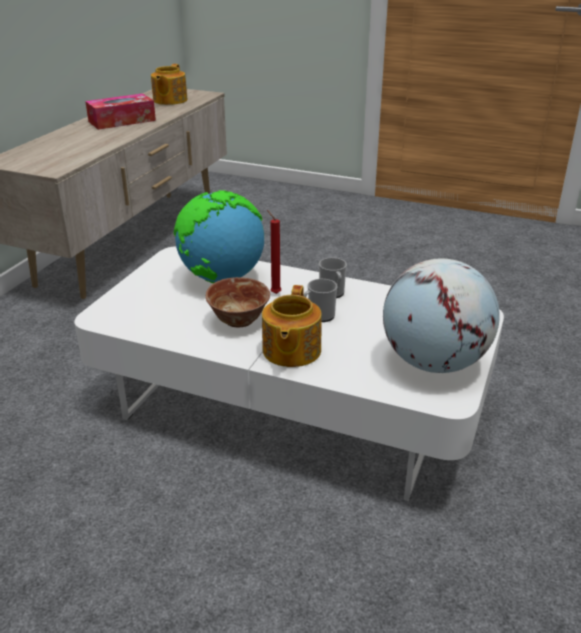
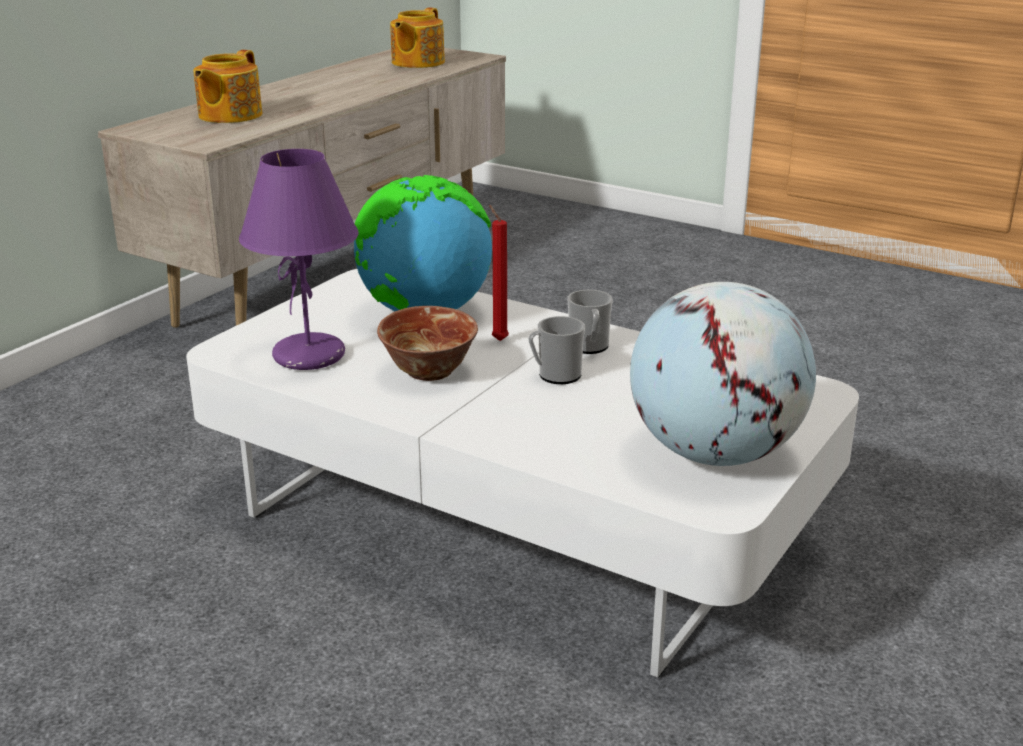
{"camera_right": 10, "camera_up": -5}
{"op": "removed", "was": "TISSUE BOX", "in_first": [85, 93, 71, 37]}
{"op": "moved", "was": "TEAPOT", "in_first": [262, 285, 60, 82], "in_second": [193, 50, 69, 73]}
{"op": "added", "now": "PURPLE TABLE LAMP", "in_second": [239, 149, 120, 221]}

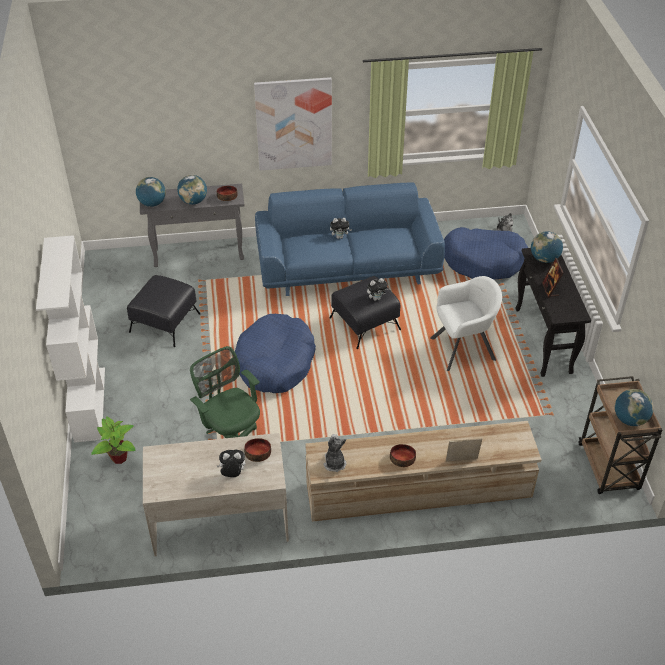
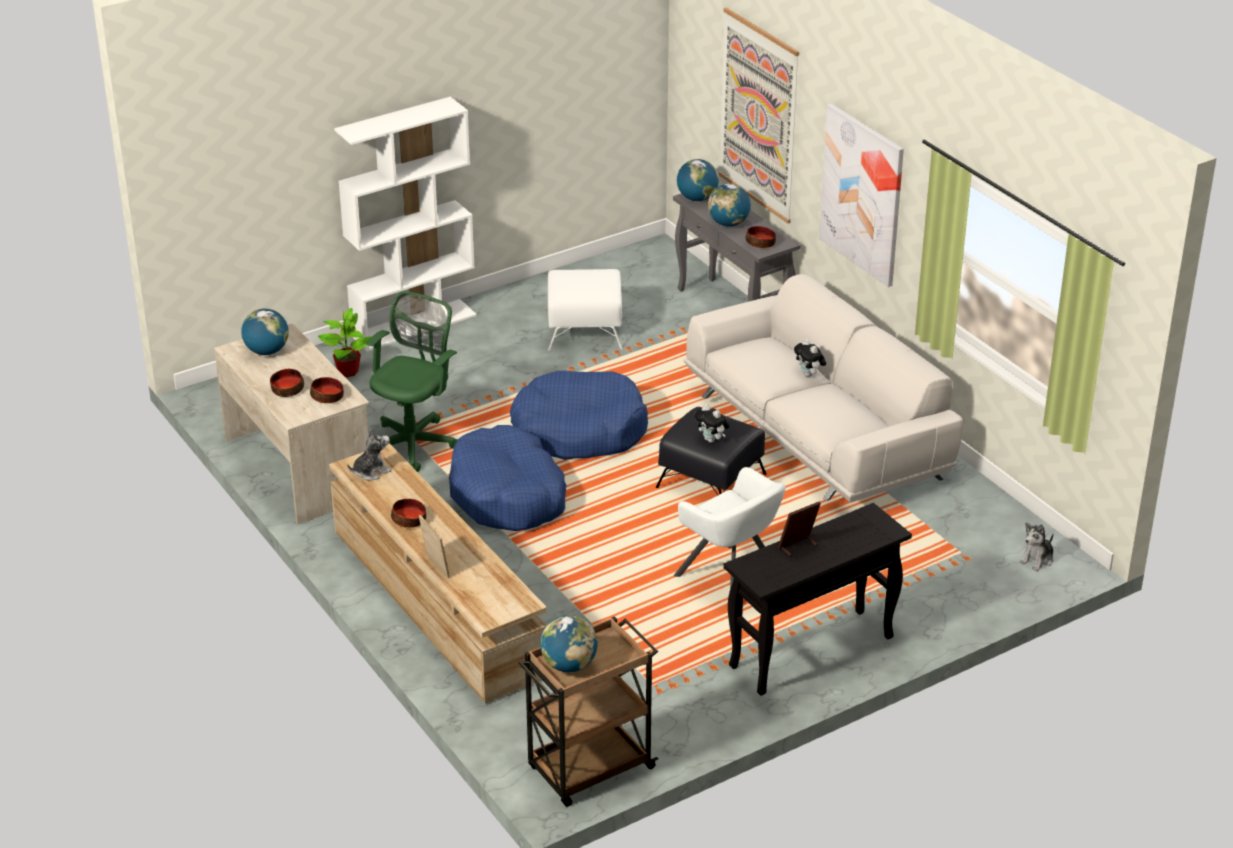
{"camera_right": 65, "camera_up": -10}
{"op": "recoloured", "was": "BLACK OTTOMAN", "now": "WHITE OTTOMAN", "in_first": [127, 275, 73, 72], "in_second": [548, 269, 75, 81]}
{"op": "replaced", "was": "PLUSH TOY", "now": "BOWL", "in_first": [217, 450, 29, 27], "in_second": [270, 369, 34, 28]}
{"op": "recoloured", "was": "BLUE SOFA", "now": "WHITE SOFA", "in_first": [255, 182, 190, 114], "in_second": [683, 274, 280, 228]}
{"op": "moved", "was": "BLUE DOG BED", "in_first": [444, 227, 84, 53], "in_second": [449, 425, 117, 106]}
{"op": "moved", "was": "GLOBE", "in_first": [531, 231, 32, 32], "in_second": [241, 309, 48, 46]}
{"op": "added", "now": "PICTURE", "in_second": [719, 7, 80, 217]}

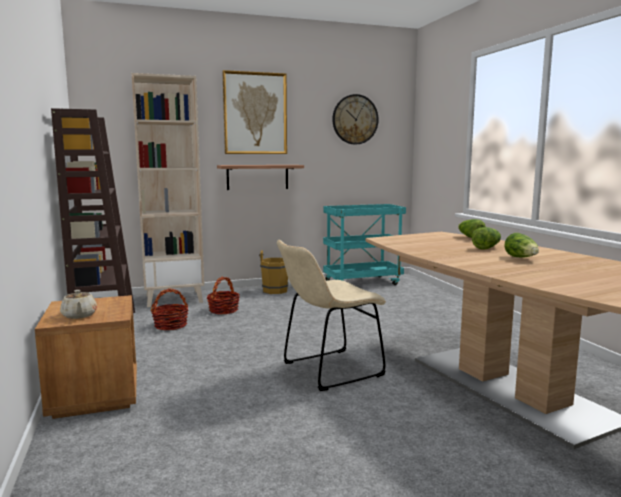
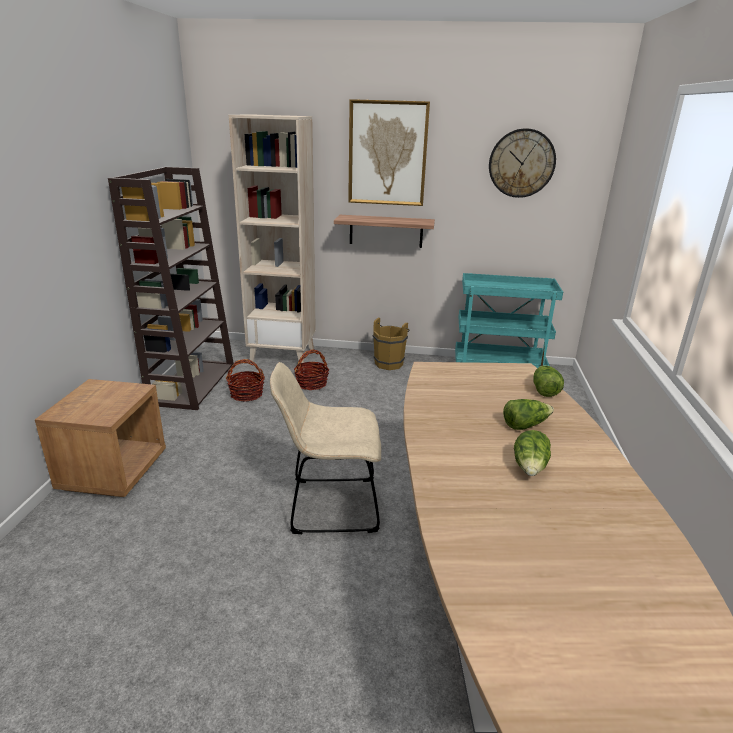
{"camera_right": 25, "camera_up": 15}
{"op": "removed", "was": "BEIGE TEAPOT", "in_first": [60, 290, 37, 29]}

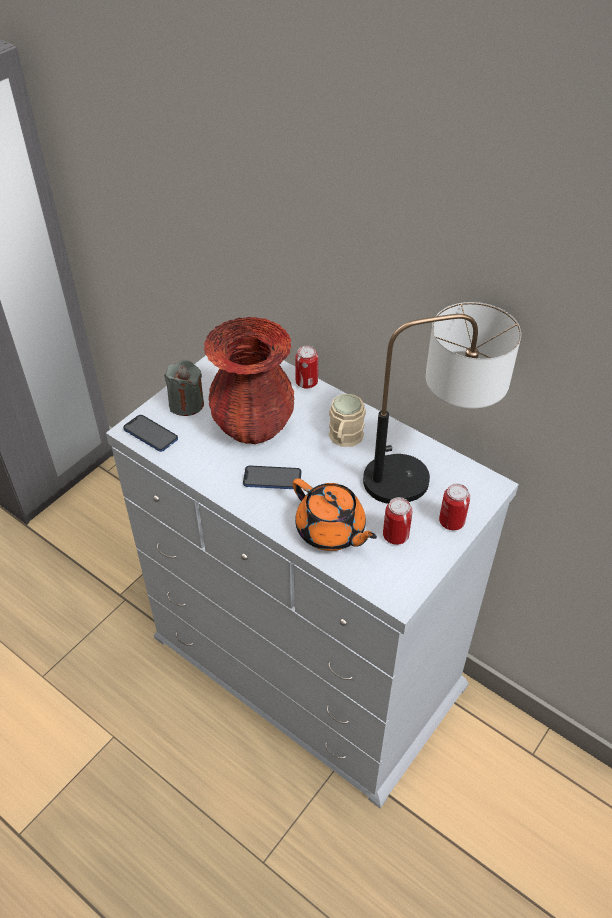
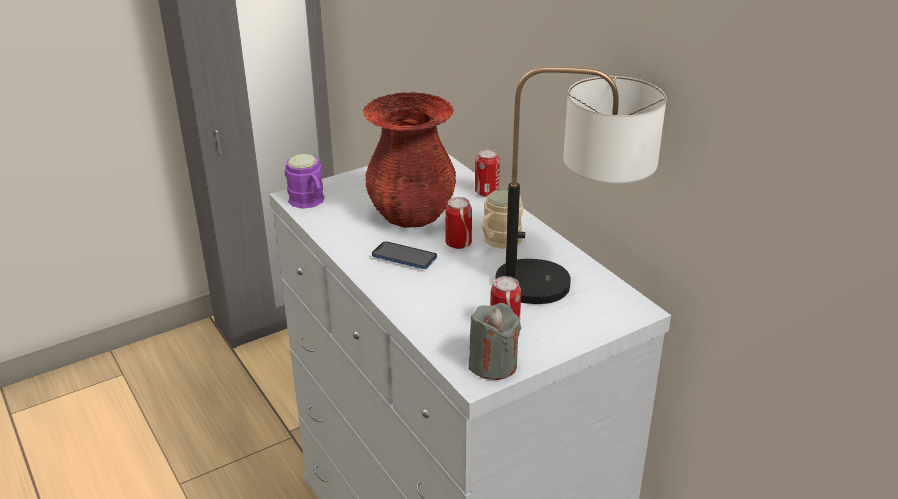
{"camera_right": 20, "camera_up": -15}
{"op": "replaced", "was": "PHONE", "now": "PURPLE MUG", "in_first": [123, 415, 55, 37], "in_second": [285, 154, 39, 55]}
{"op": "moved", "was": "GREY CANDLE", "in_first": [164, 360, 40, 56], "in_second": [469, 303, 52, 77]}
{"op": "removed", "was": "ORANGE TEAPOT", "in_first": [293, 478, 84, 73]}
{"op": "moved", "was": "CAN", "in_first": [439, 483, 31, 47], "in_second": [445, 197, 27, 52]}

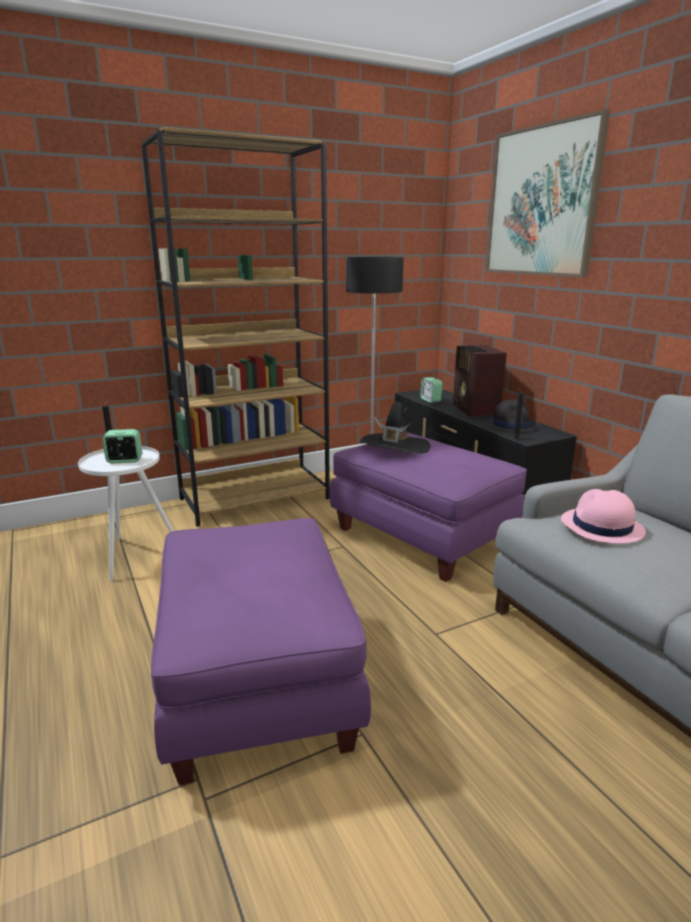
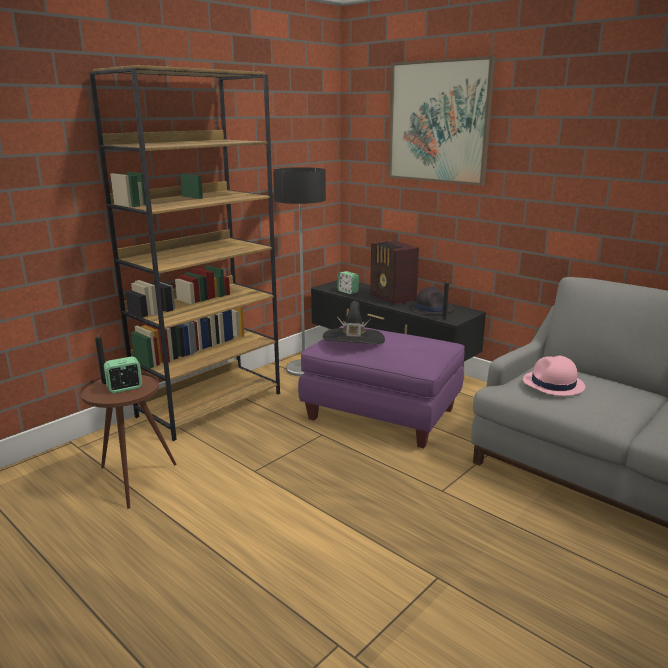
{"camera_right": -20, "camera_up": 0}
{"op": "recoloured", "was": "WHITE SIDE TABLE", "now": "BROWN SIDE TABLE", "in_first": [78, 446, 96, 136], "in_second": [80, 372, 97, 137]}
{"op": "removed", "was": "PURPLE OTTOMAN", "in_first": [151, 518, 220, 267]}

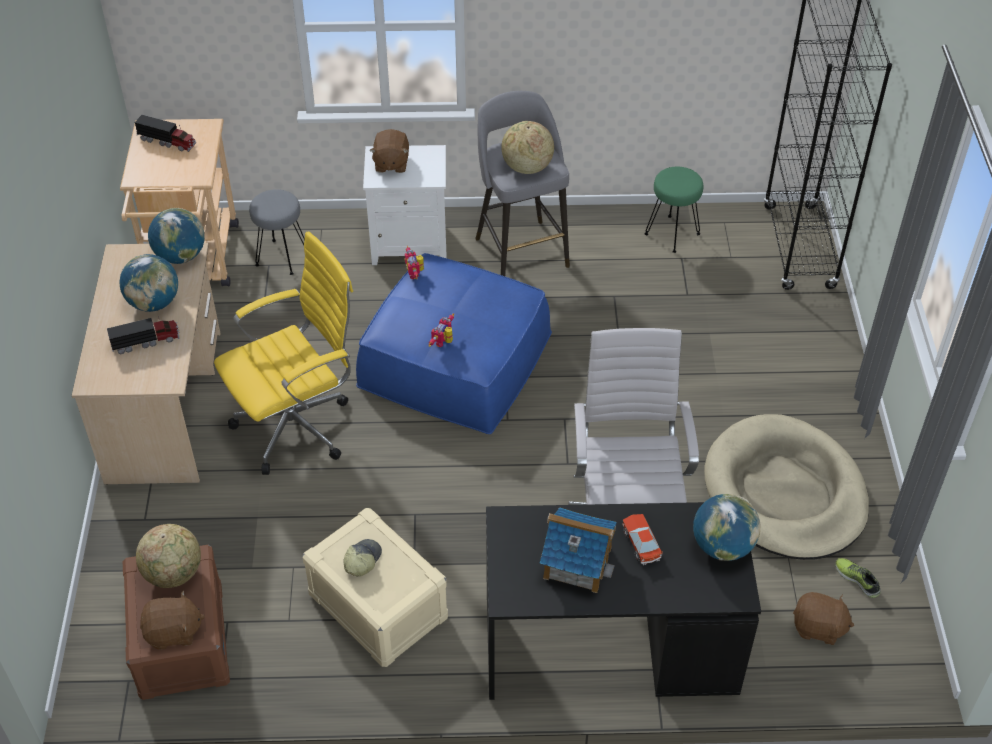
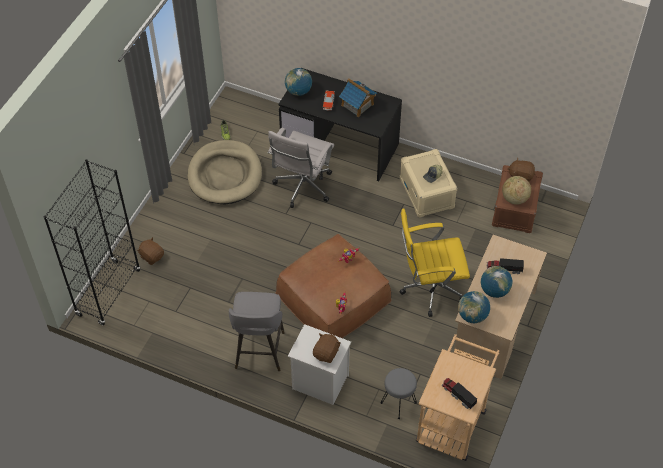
{"camera_right": -155, "camera_up": 5}
{"op": "recoloured", "was": "BLUE OTTOMAN", "now": "BROWN OTTOMAN", "in_first": [356, 253, 196, 181], "in_second": [275, 234, 117, 104]}
{"op": "removed", "was": "GLOBE", "in_first": [501, 121, 53, 53]}
{"op": "removed", "was": "GREEN STOOL", "in_first": [645, 167, 58, 86]}
{"op": "moved", "was": "BROWN PLUSH TOY", "in_first": [793, 592, 61, 53], "in_second": [137, 237, 27, 28]}

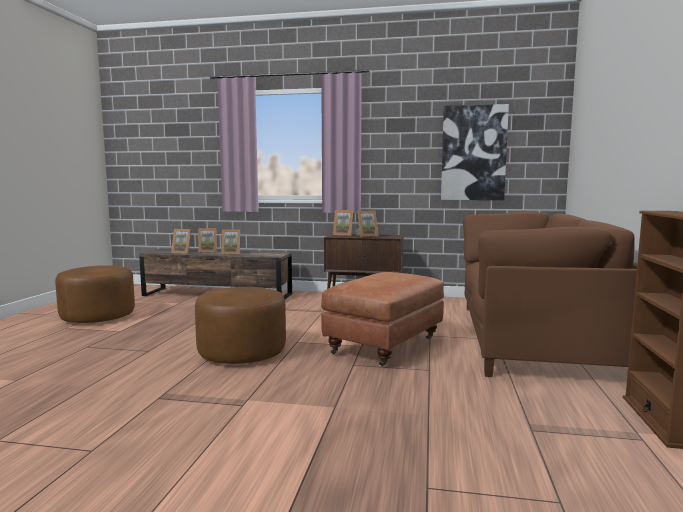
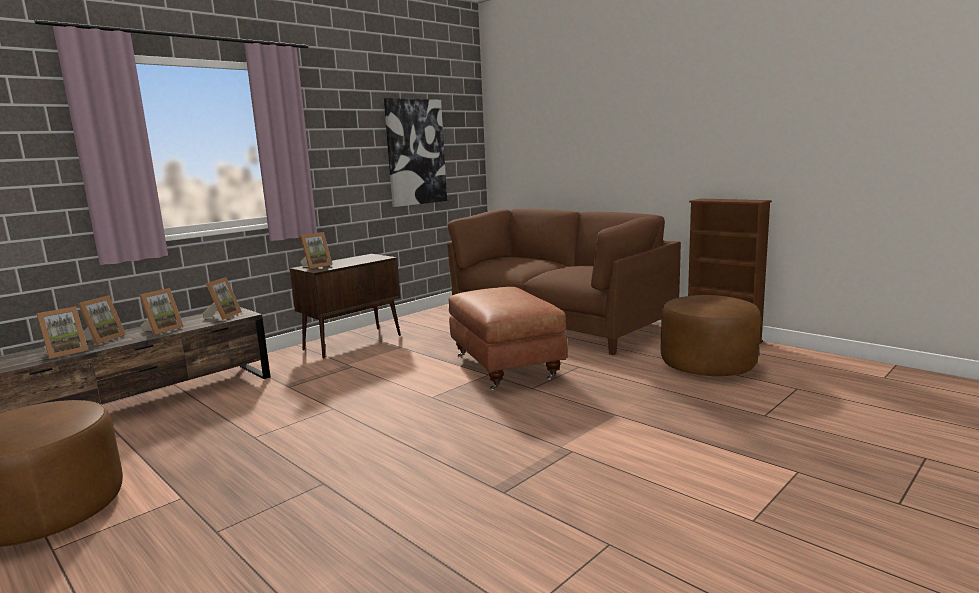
{"camera_right": -55, "camera_up": 5}
{"op": "moved", "was": "BROWN OTTOMAN", "in_first": [195, 287, 91, 77], "in_second": [661, 295, 100, 81]}
{"op": "moved", "was": "PICTURE FRAME", "in_first": [355, 210, 23, 27], "in_second": [203, 277, 39, 43]}

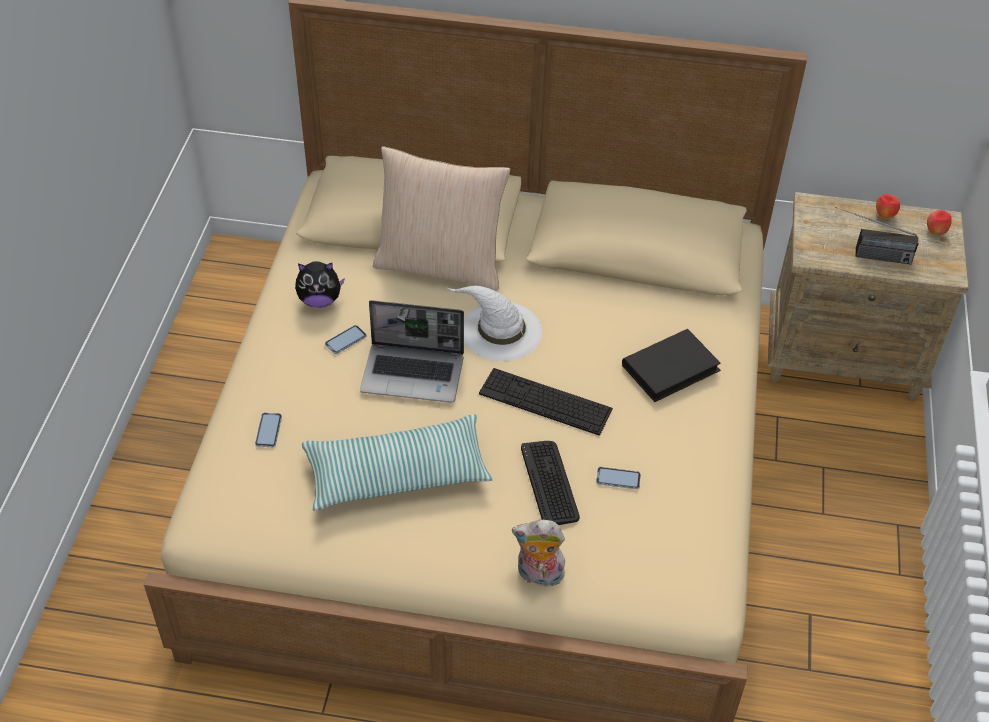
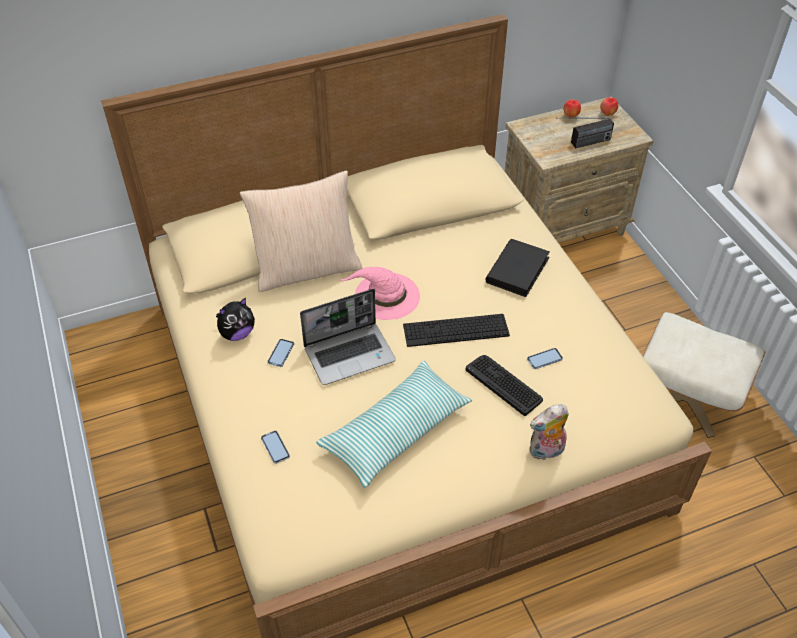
{"camera_right": -30, "camera_up": 0}
{"op": "recoloured", "was": "WHITE HAT", "now": "PINK HAT", "in_first": [446, 286, 96, 75], "in_second": [340, 267, 80, 53]}
{"op": "added", "now": "BEIGE OTTOMAN", "in_second": [642, 312, 124, 126]}

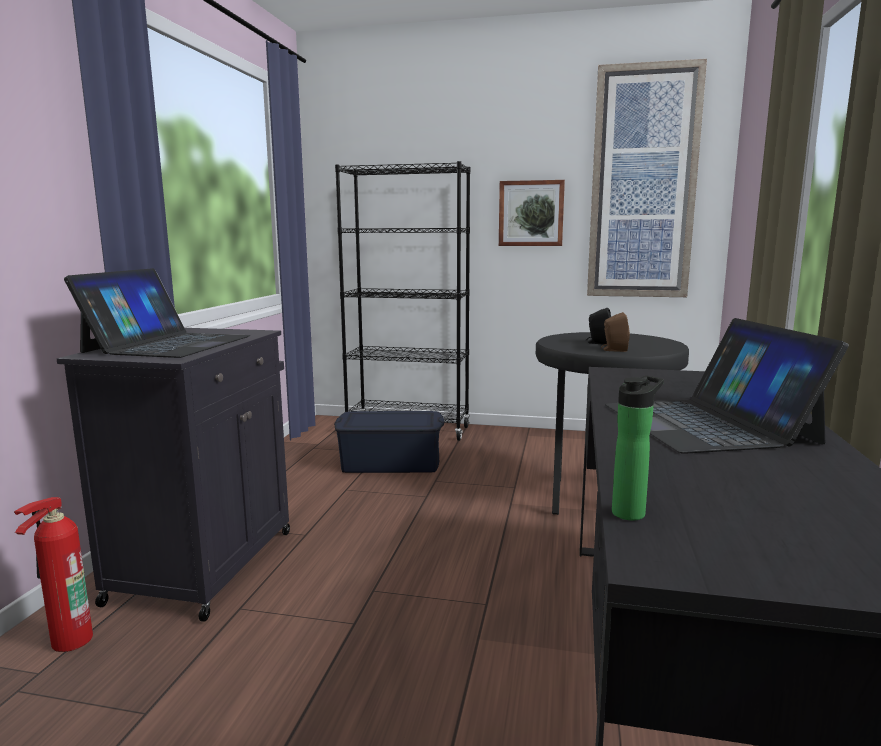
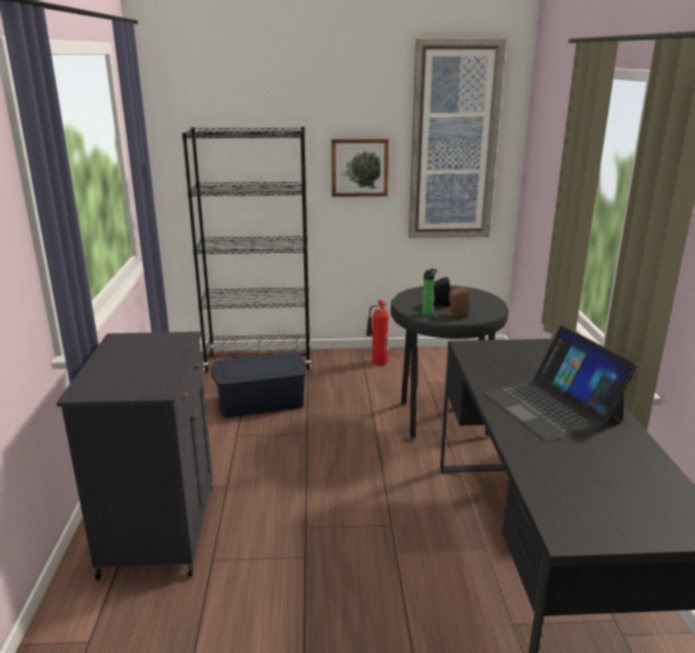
{"camera_right": -15, "camera_up": 10}
{"op": "moved", "was": "FIRE EXTINGUISHER", "in_first": [14, 497, 79, 155], "in_second": [366, 300, 23, 65]}
{"op": "removed", "was": "LAPTOP", "in_first": [64, 268, 186, 90]}
{"op": "moved", "was": "BOTTLE", "in_first": [612, 376, 52, 144], "in_second": [422, 268, 15, 48]}

